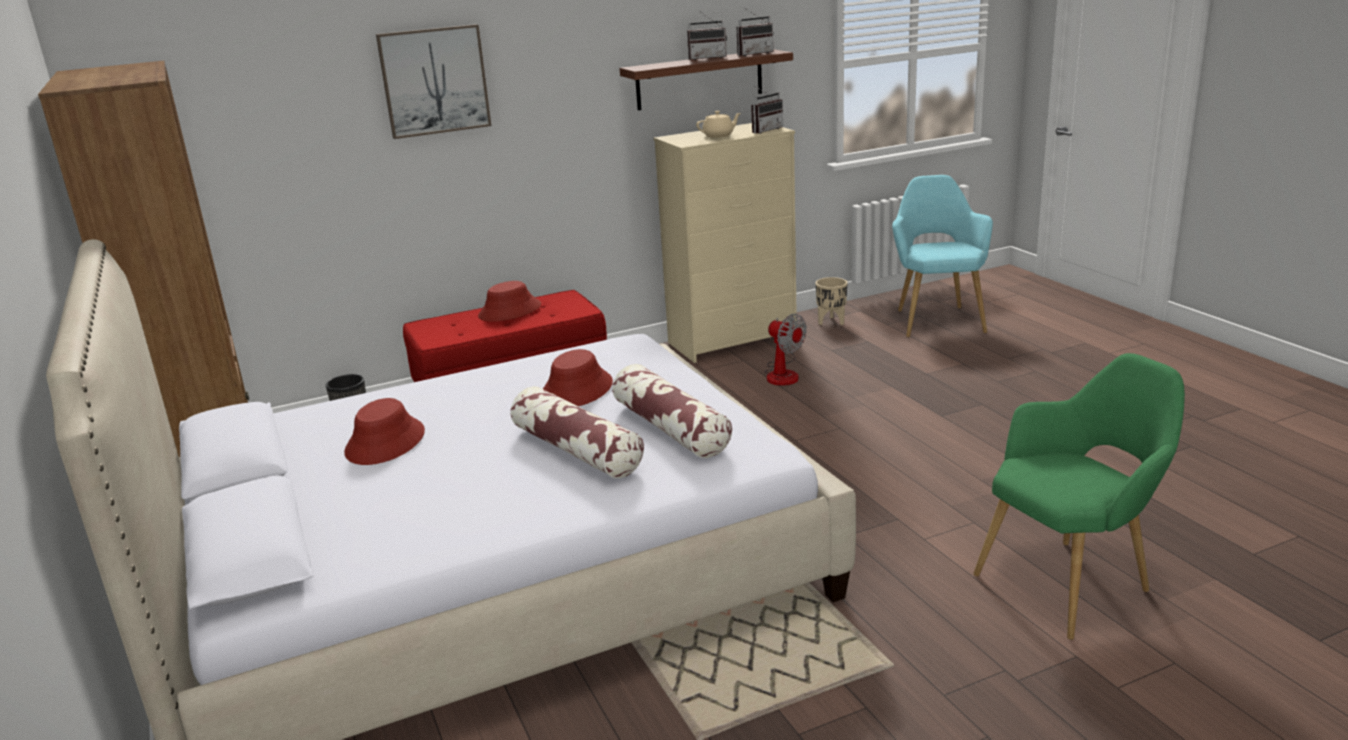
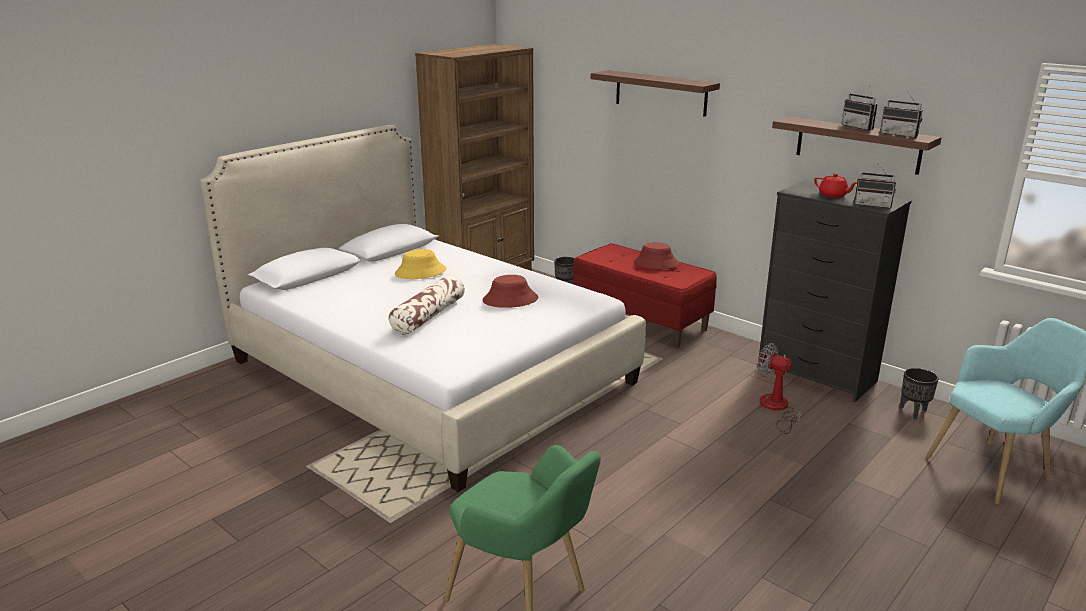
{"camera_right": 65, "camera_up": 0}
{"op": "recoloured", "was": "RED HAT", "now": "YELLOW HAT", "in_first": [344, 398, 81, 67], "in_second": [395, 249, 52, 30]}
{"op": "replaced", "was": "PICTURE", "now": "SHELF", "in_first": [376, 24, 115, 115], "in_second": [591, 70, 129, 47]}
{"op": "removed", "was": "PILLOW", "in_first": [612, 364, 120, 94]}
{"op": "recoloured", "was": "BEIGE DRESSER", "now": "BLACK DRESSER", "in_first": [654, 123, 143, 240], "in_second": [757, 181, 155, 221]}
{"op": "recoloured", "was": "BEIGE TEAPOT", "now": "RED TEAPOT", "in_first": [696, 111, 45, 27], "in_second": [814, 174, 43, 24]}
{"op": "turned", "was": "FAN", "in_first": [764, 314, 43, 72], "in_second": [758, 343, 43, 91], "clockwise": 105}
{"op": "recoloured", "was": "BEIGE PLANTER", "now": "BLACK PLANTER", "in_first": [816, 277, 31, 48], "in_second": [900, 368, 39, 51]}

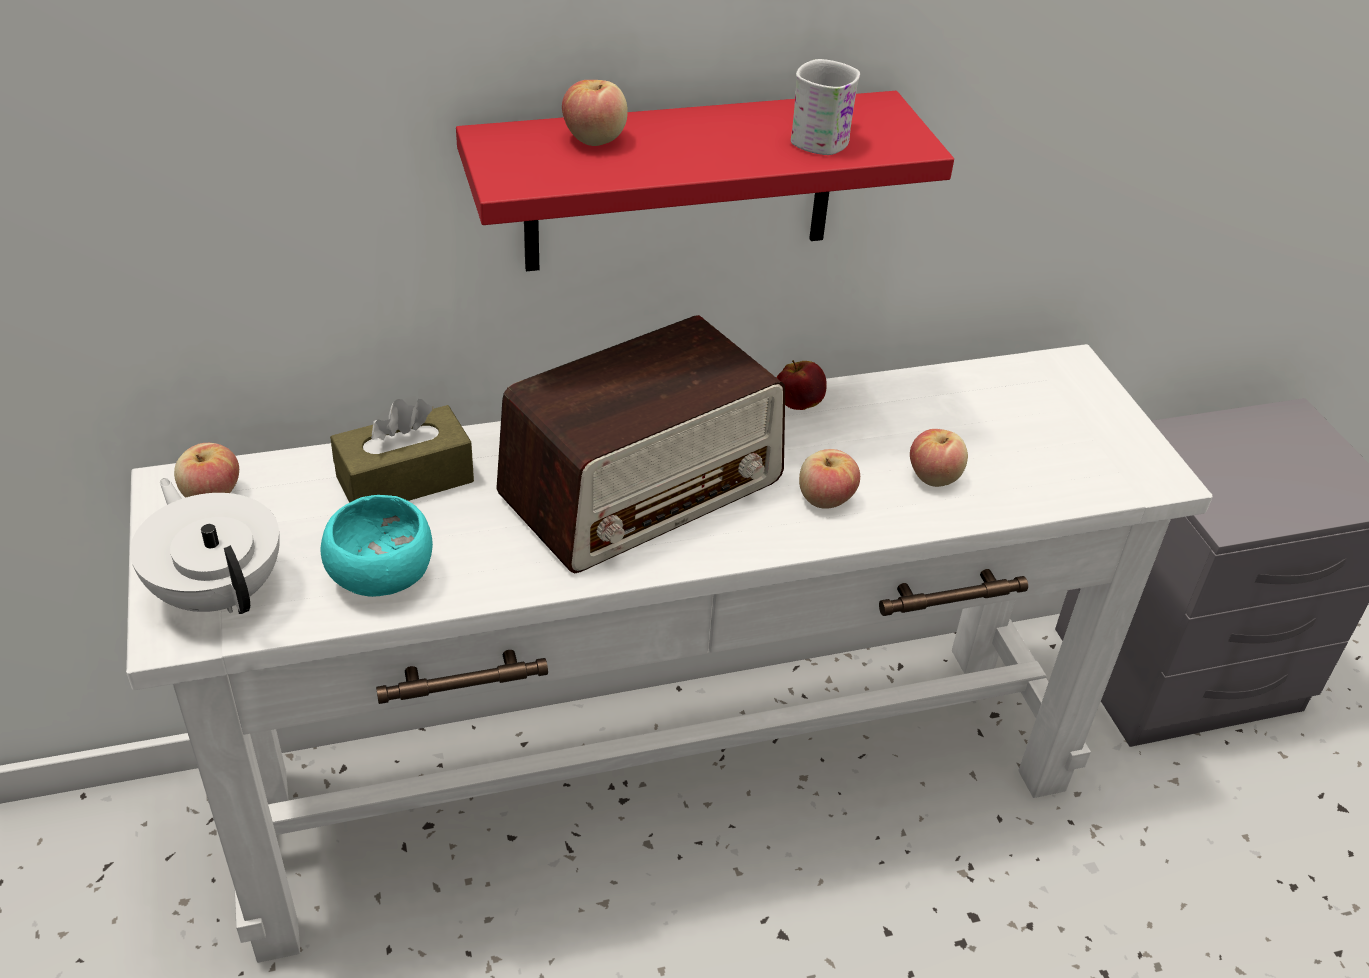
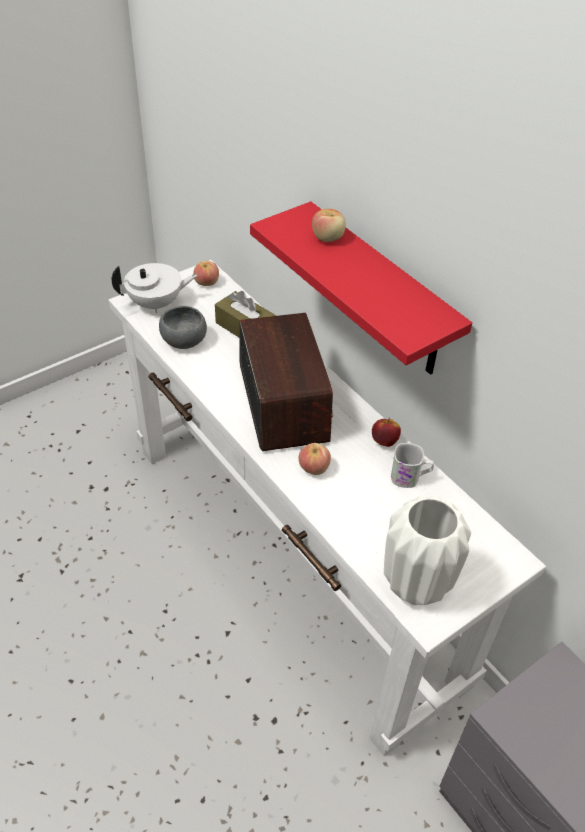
{"camera_right": 70, "camera_up": 5}
{"op": "turned", "was": "WHITE TEAPOT", "in_first": [130, 478, 150, 136], "in_second": [111, 263, 86, 50], "clockwise": 45}
{"op": "recoloured", "was": "TURQUOISE BOWL", "now": "GREY BOWL", "in_first": [321, 495, 112, 102], "in_second": [159, 306, 48, 43]}
{"op": "turned", "was": "RADIO", "in_first": [496, 315, 289, 258], "in_second": [239, 313, 94, 138], "clockwise": -135}
{"op": "moved", "was": "WHITE MUG", "in_first": [791, 59, 69, 96], "in_second": [391, 443, 43, 45]}
{"op": "removed", "was": "APPLE", "in_first": [910, 429, 58, 58]}
{"op": "added", "now": "WHITE VASE", "in_second": [384, 496, 87, 109]}

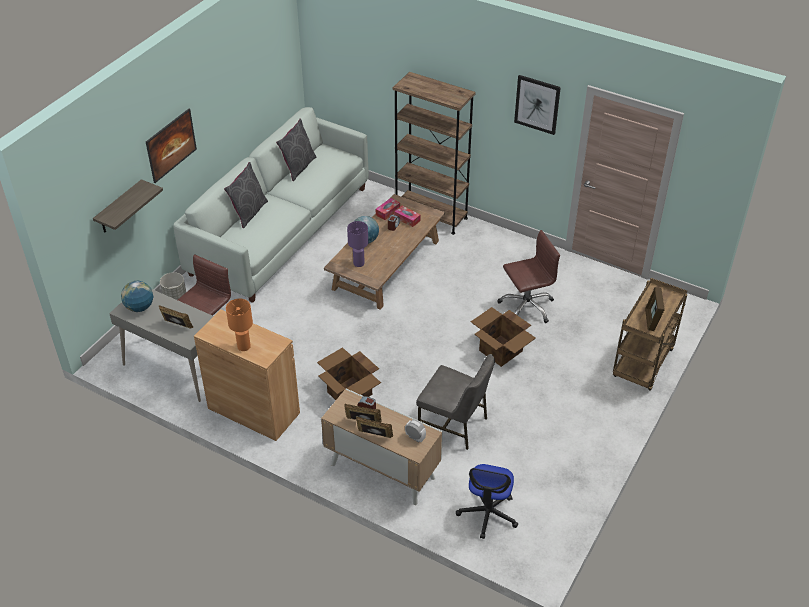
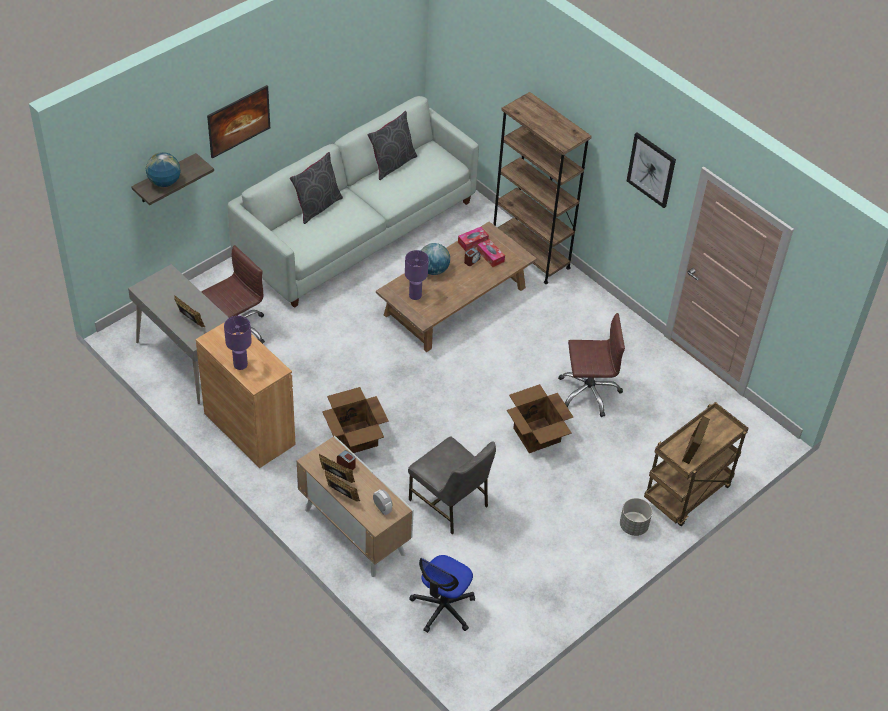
{"camera_right": 15, "camera_up": 5}
{"op": "moved", "was": "GLOBE", "in_first": [121, 281, 32, 31], "in_second": [146, 152, 35, 35]}
{"op": "moved", "was": "GREY PLANTER", "in_first": [160, 272, 26, 28], "in_second": [620, 498, 32, 38]}
{"op": "recoloured", "was": "ORANGE TABLE LAMP", "now": "PURPLE TABLE LAMP", "in_first": [226, 299, 27, 52], "in_second": [224, 316, 28, 54]}

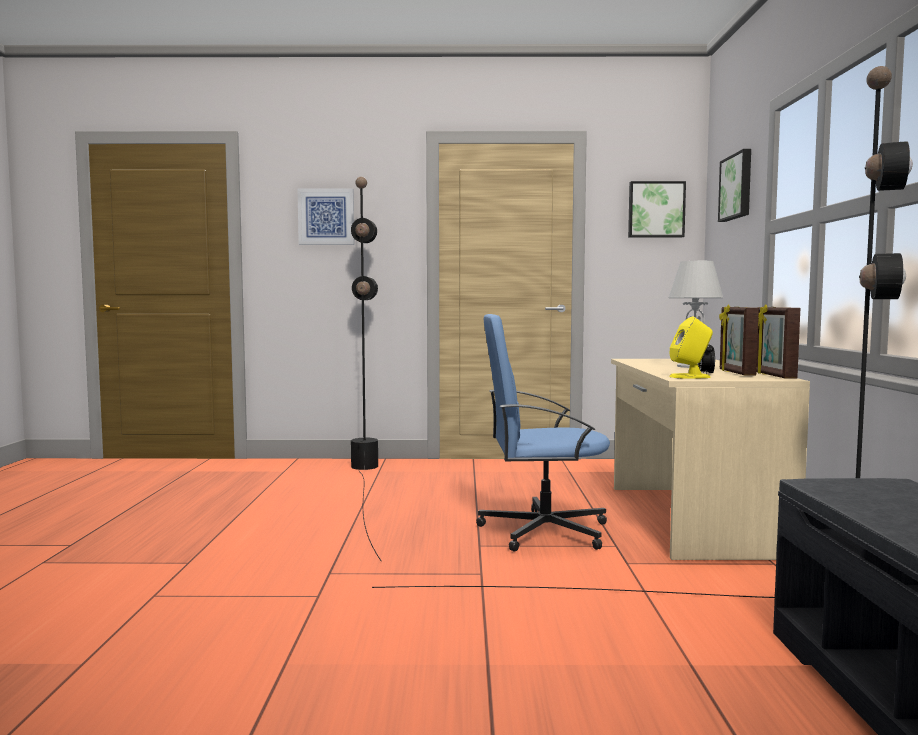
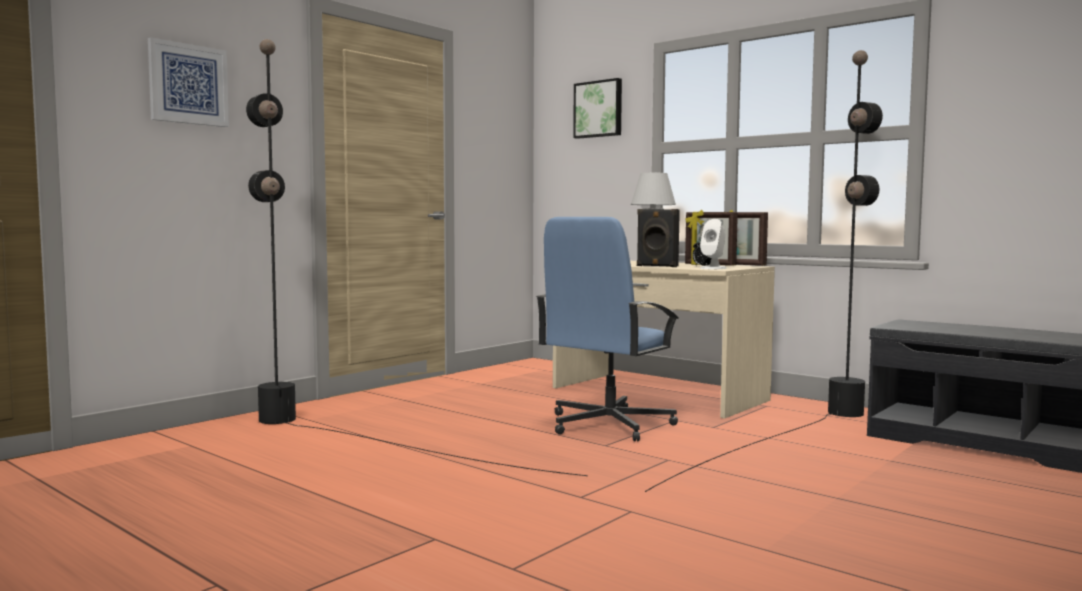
{"camera_right": -50, "camera_up": 0}
{"op": "removed", "was": "PICTURE", "in_first": [628, 181, 58, 57]}
{"op": "recoloured", "was": "YELLOW SPEAKER", "now": "WHITE SPEAKER", "in_first": [669, 317, 44, 62], "in_second": [700, 219, 26, 50]}
{"op": "added", "now": "BLACK SPEAKER", "in_second": [637, 209, 43, 58]}

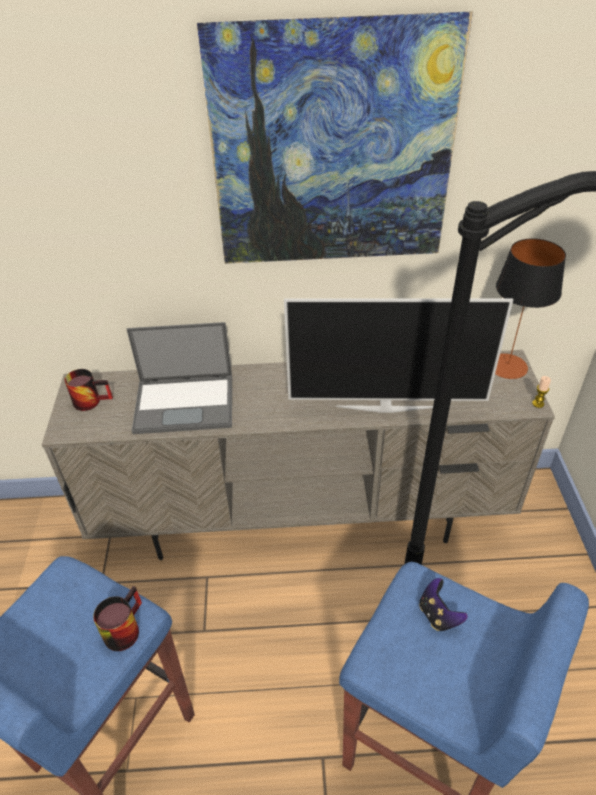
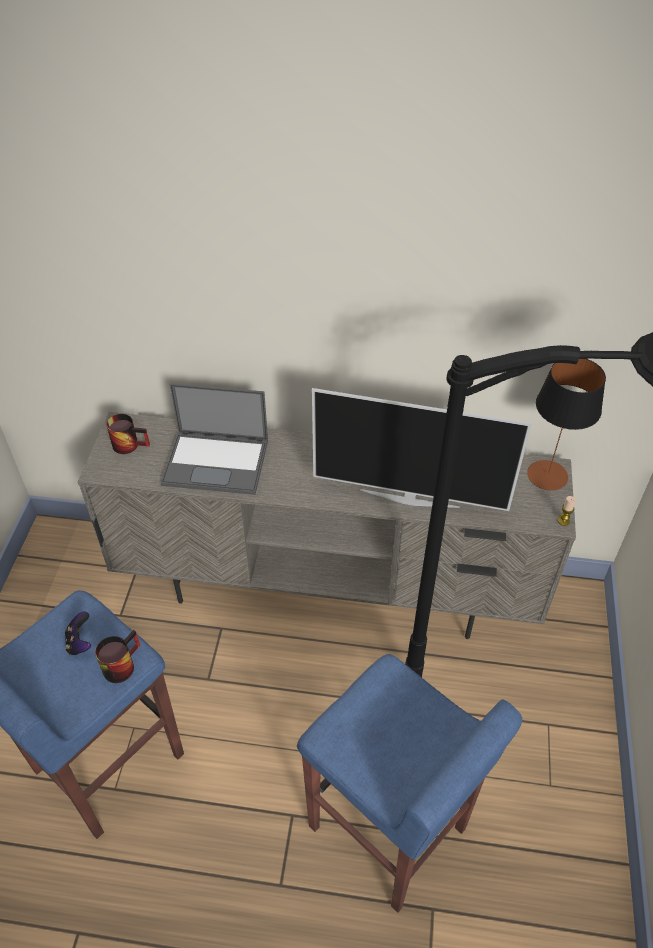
{"camera_right": 10, "camera_up": 5}
{"op": "removed", "was": "PICTURE", "in_first": [197, 11, 276, 253]}
{"op": "moved", "was": "GAME CONTROLLER", "in_first": [419, 578, 49, 53], "in_second": [65, 612, 26, 43]}

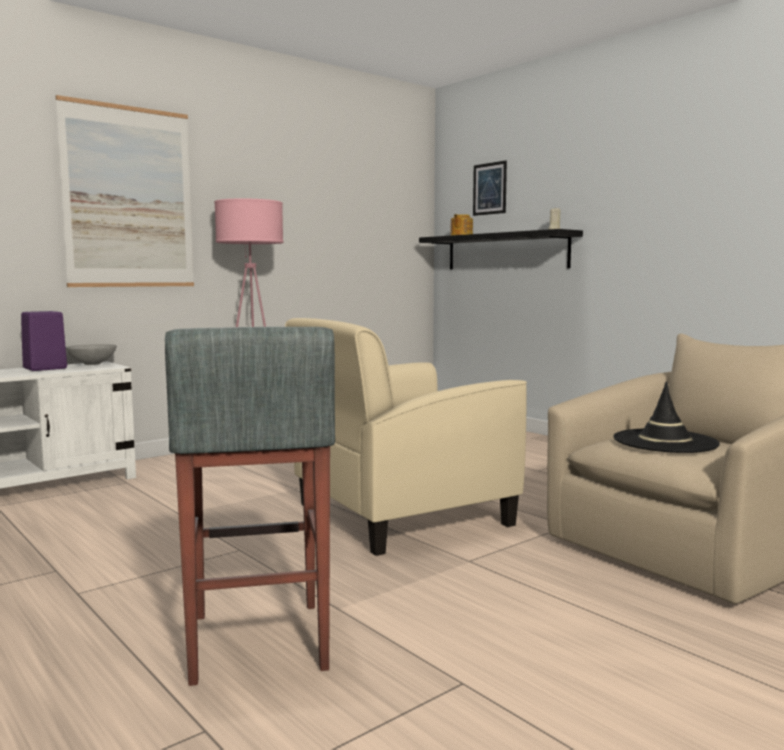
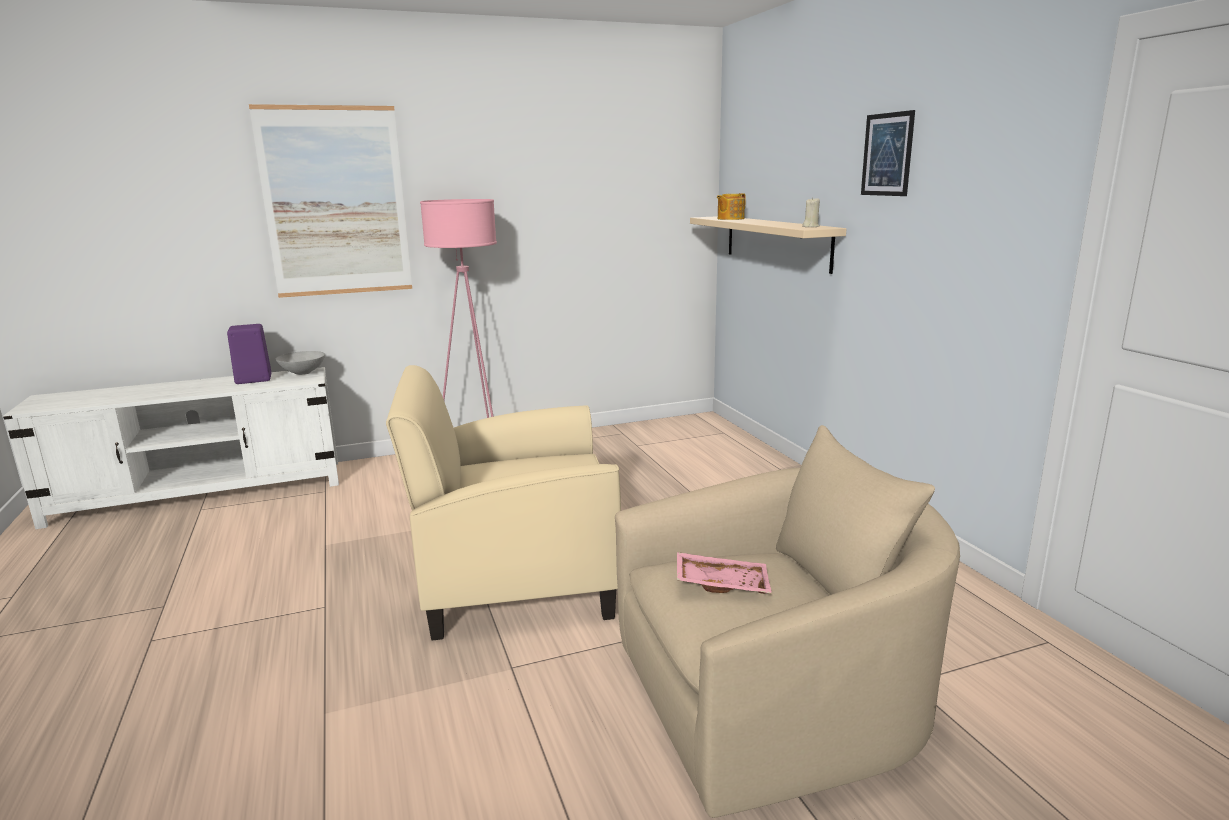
{"camera_right": 20, "camera_up": 10}
{"op": "removed", "was": "GREY STOOL", "in_first": [165, 327, 170, 359]}
{"op": "recoloured", "was": "BLACK SHELF", "now": "BEIGE SHELF", "in_first": [419, 229, 164, 41], "in_second": [690, 216, 156, 58]}
{"op": "moved", "was": "PICTURE", "in_first": [473, 160, 34, 56], "in_second": [861, 110, 54, 86]}
{"op": "replaced", "was": "BLACK HAT", "now": "PINK TRAY", "in_first": [614, 381, 106, 72], "in_second": [677, 552, 95, 42]}

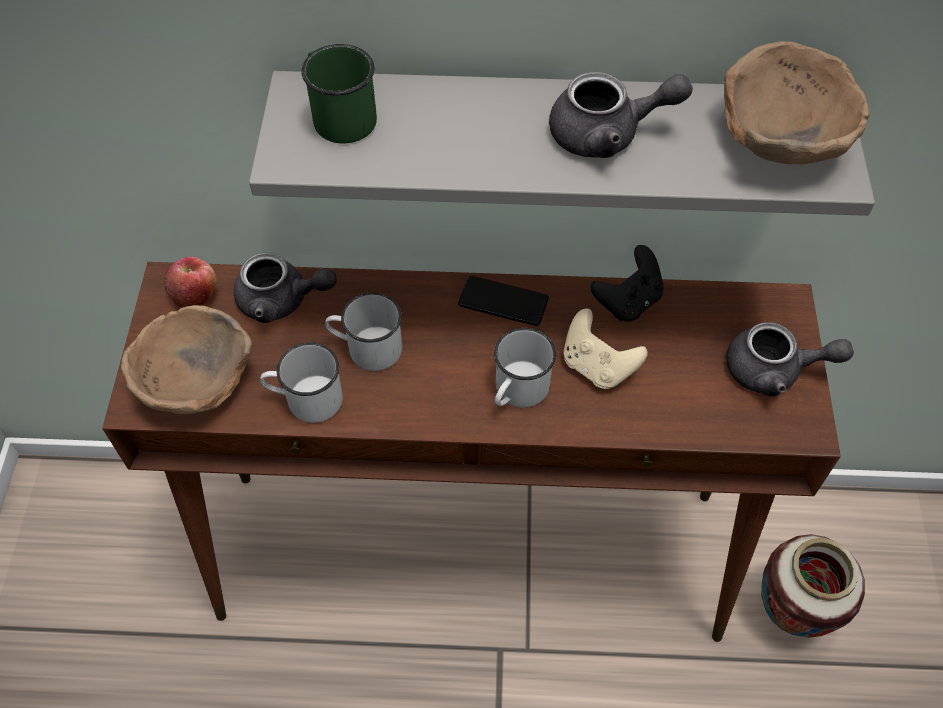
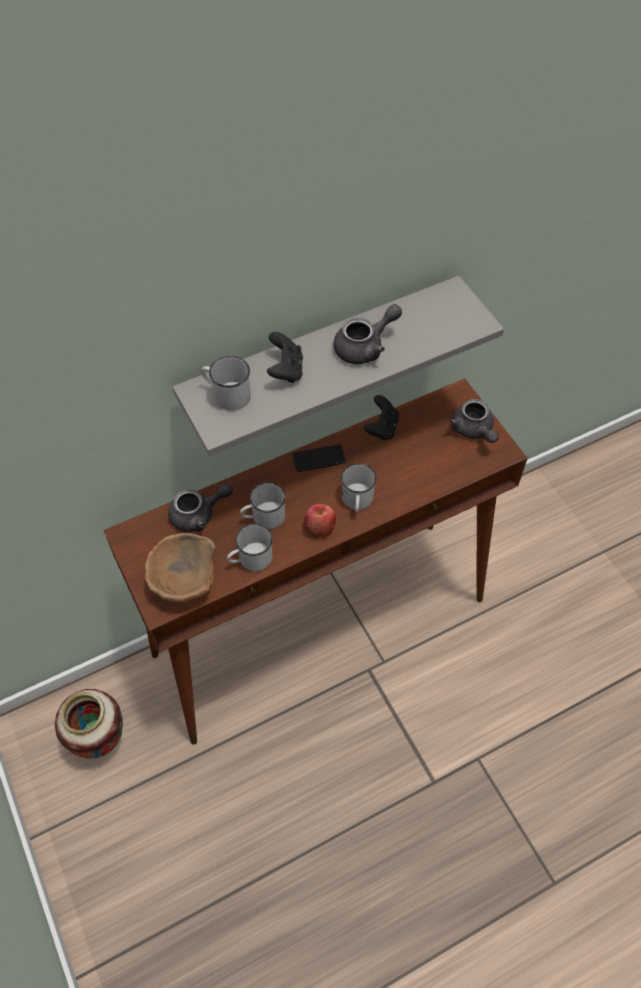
{"camera_right": -30, "camera_up": 0}
{"op": "moved", "was": "APPLE", "in_first": [164, 256, 53, 52], "in_second": [304, 504, 32, 34]}
{"op": "recoloured", "was": "GREEN MUG", "now": "WHITE MUG", "in_first": [301, 44, 76, 100], "in_second": [201, 356, 50, 55]}
{"op": "removed", "was": "BEIGE GAME CONTROLLER", "in_first": [563, 308, 85, 81]}
{"op": "removed", "was": "BROWN BOWL", "in_first": [724, 41, 146, 123]}
{"op": "turned", "was": "GREY TEAPOT", "in_first": [726, 322, 128, 74], "in_second": [450, 399, 49, 44], "clockwise": 90}
{"op": "moved", "was": "VASE", "in_first": [761, 534, 104, 104], "in_second": [55, 689, 68, 70]}
{"op": "added", "now": "BLACK GAME CONTROLLER", "in_second": [267, 332, 36, 51]}

